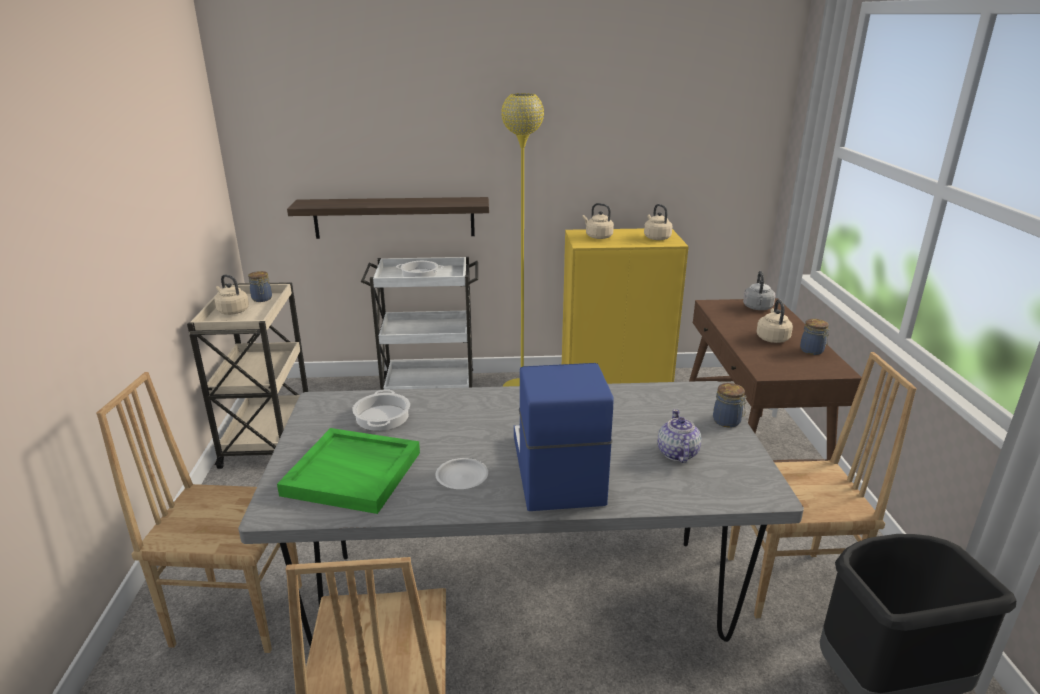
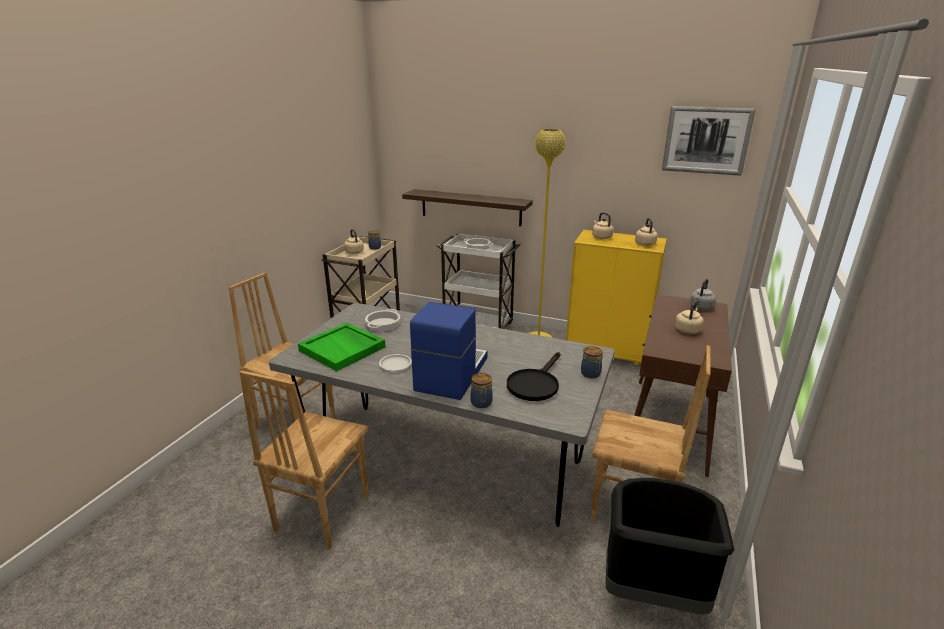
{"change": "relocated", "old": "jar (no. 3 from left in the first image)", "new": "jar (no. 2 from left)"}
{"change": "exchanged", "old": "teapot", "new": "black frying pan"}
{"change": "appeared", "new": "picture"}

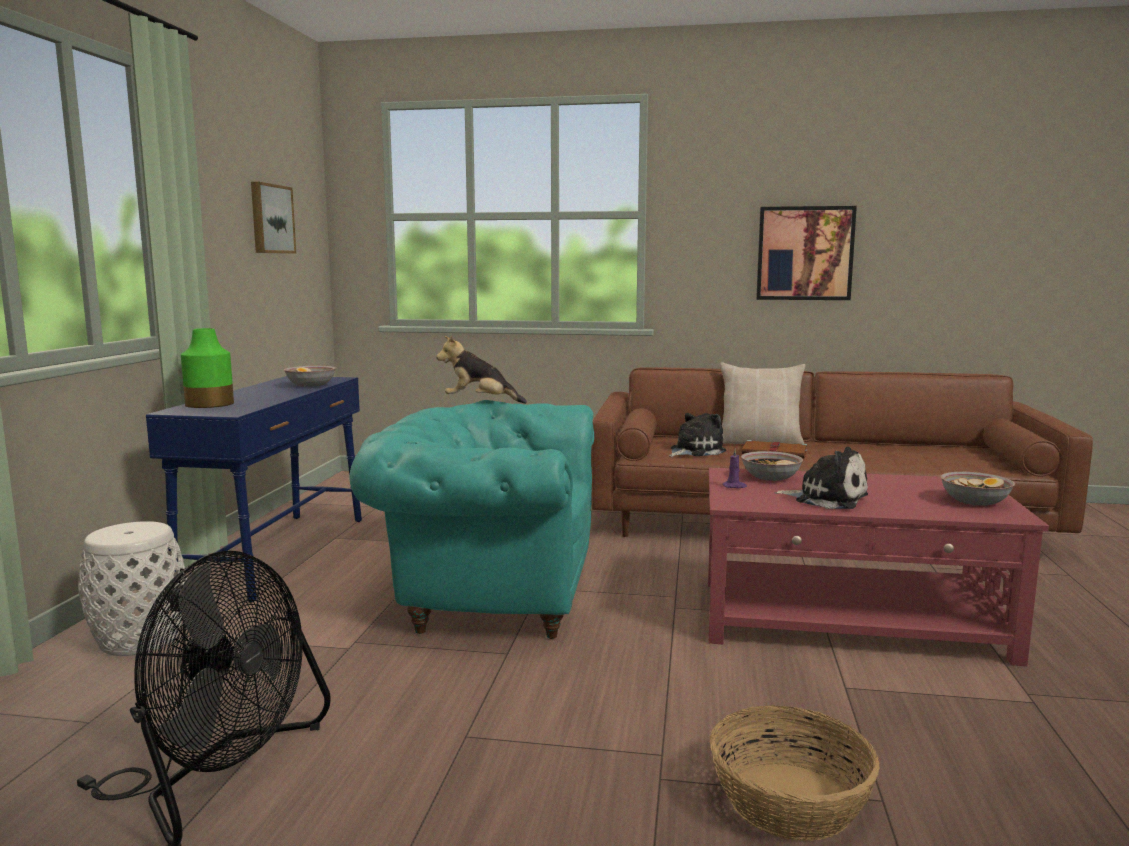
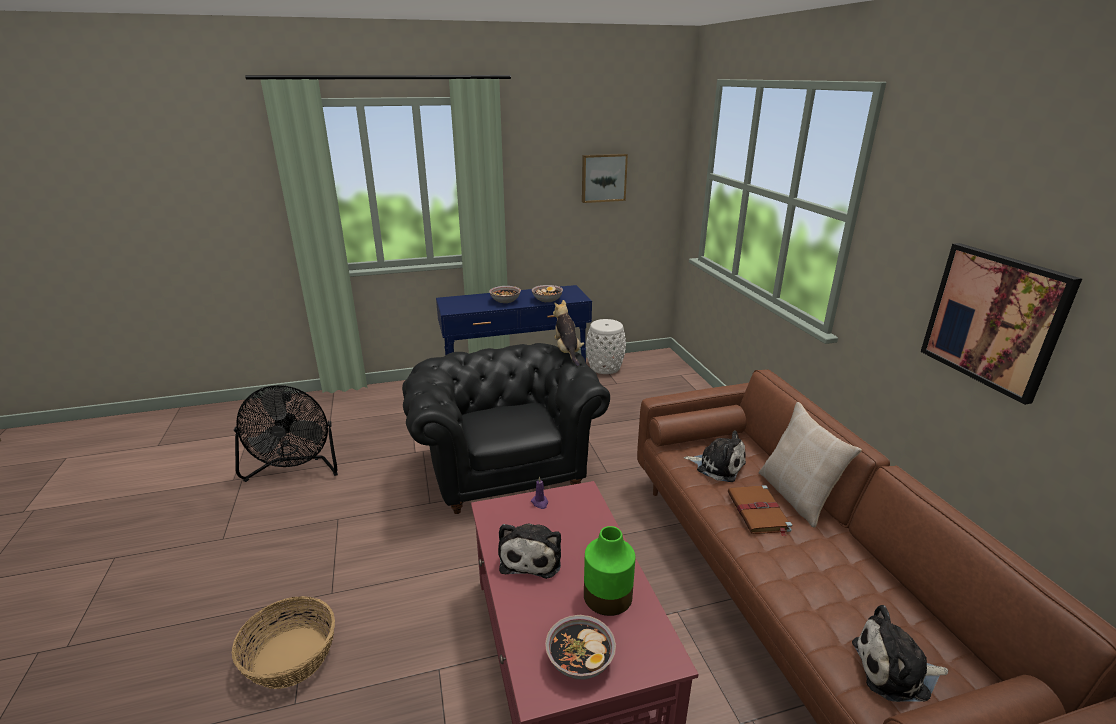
{"change": "relocated", "old": "green vase"}
{"change": "colour", "old": "turquoise armchair", "new": "black armchair"}
{"change": "relocated", "old": "bowl (no. 2 from left in the first image)", "new": "bowl (no. 1 from left)"}
{"change": "relocated", "old": "white stool"}
{"change": "appeared", "new": "plush toy (no. 4 from left)"}

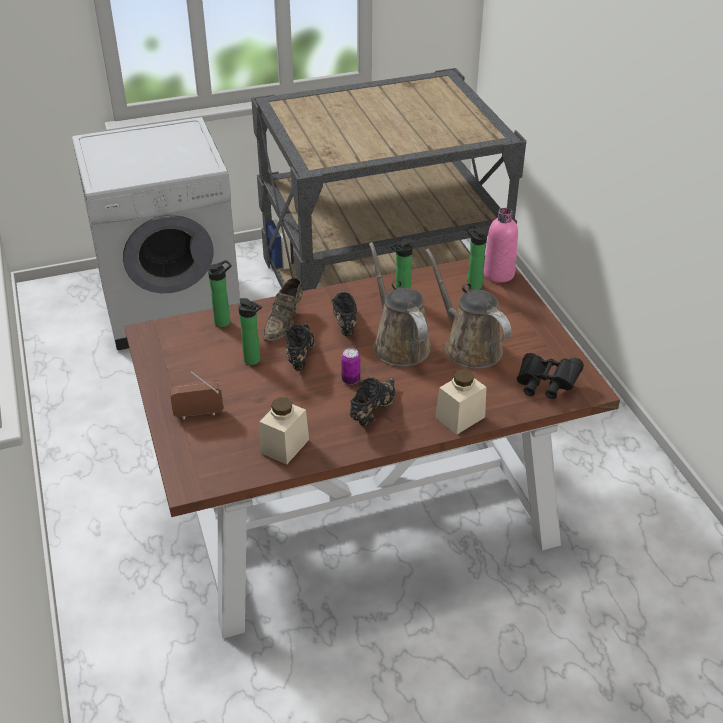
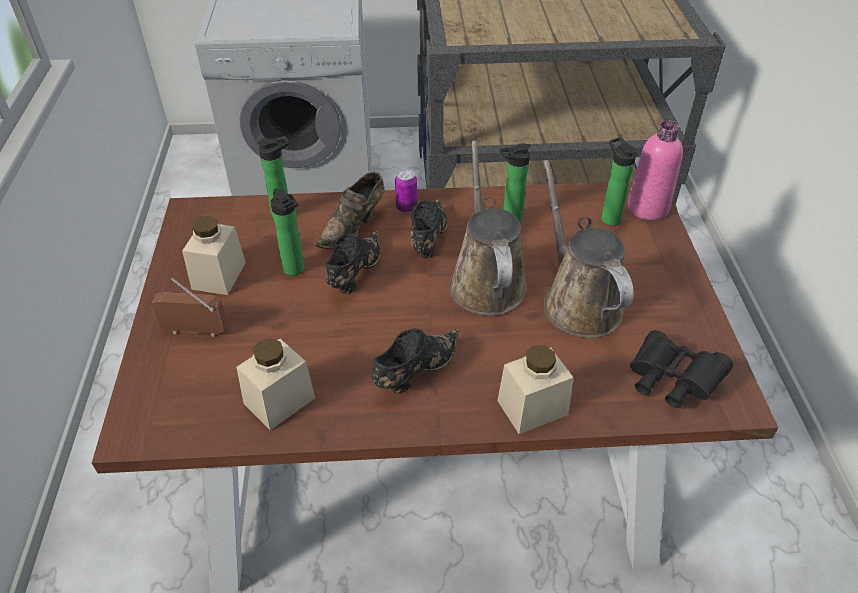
{"change": "relocated", "old": "can"}
{"change": "appeared", "new": "beige jar (no. 1 from left)"}

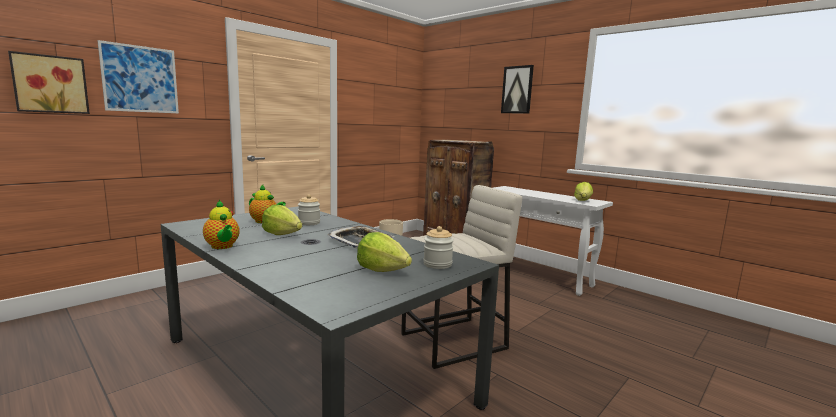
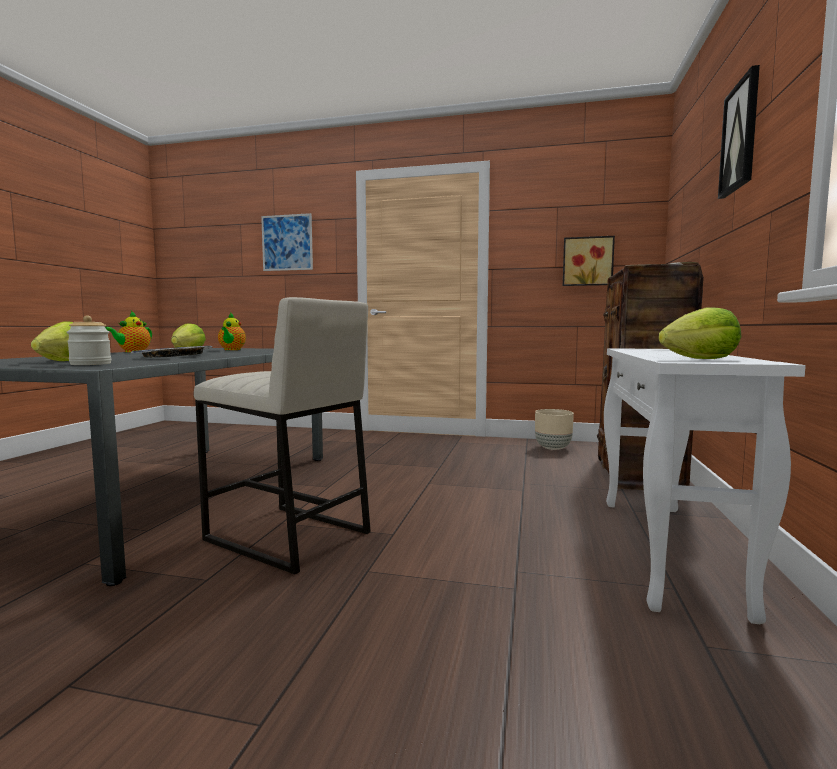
{"change": "relocated", "old": "picture (no. 1 from left in the first image)", "new": "picture (no. 2 from left)"}
{"change": "missing", "old": "jar (no. 1 from left)"}

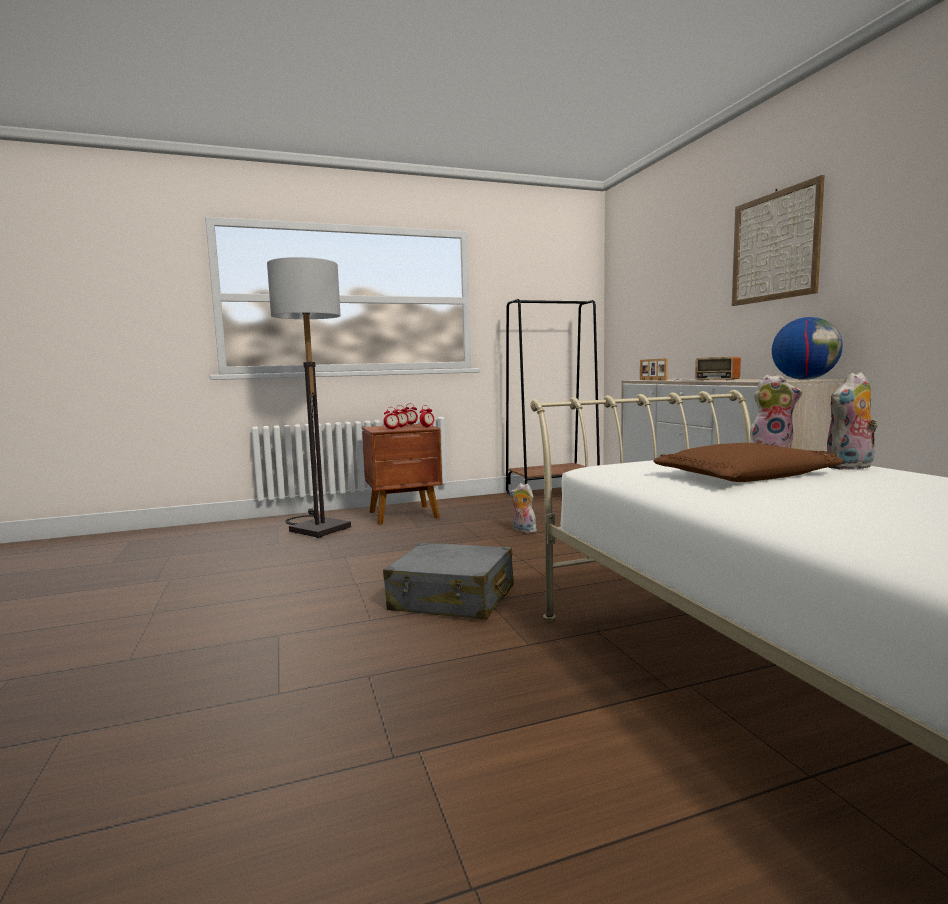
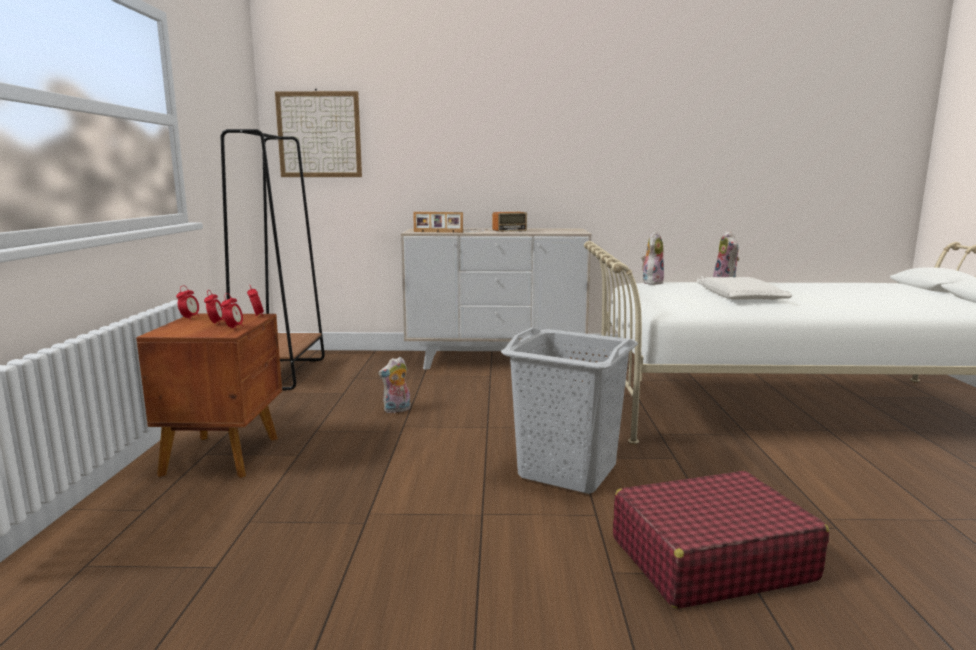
{"change": "relocated", "old": "picture"}
{"change": "missing", "old": "floor lamp"}
{"change": "missing", "old": "globe"}
{"change": "colour", "old": "brown pillow", "new": "white pillow"}
{"change": "exchanged", "old": "grey suitcase", "new": "grey laundry basket"}
{"change": "appeared", "new": "red suitcase"}

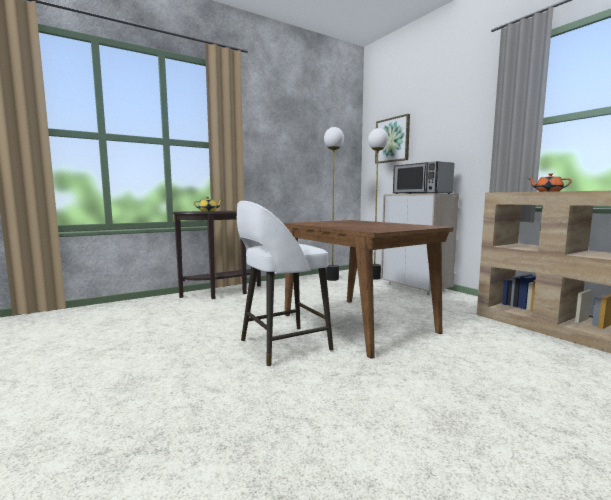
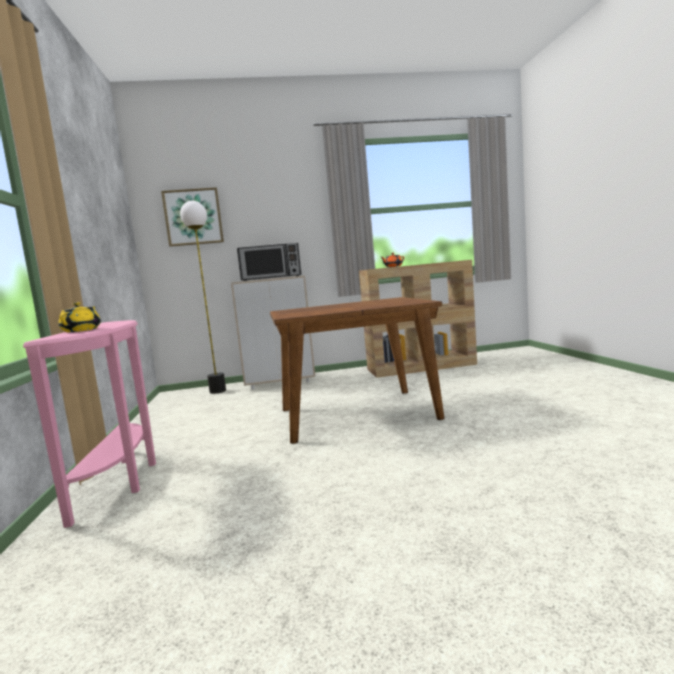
{"change": "missing", "old": "floor lamp (no. 1 from left)"}
{"change": "missing", "old": "white stool"}
{"change": "colour", "old": "brown console table", "new": "pink console table"}

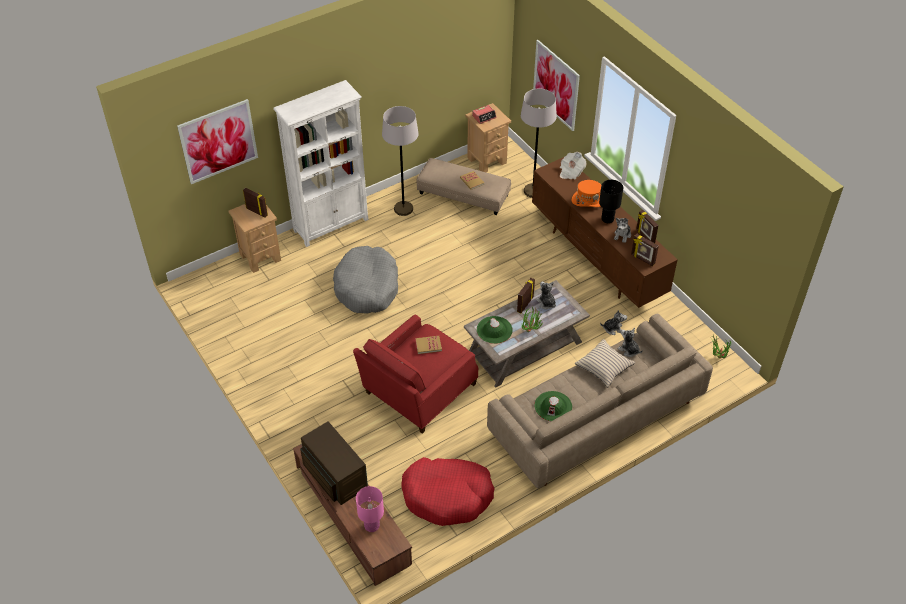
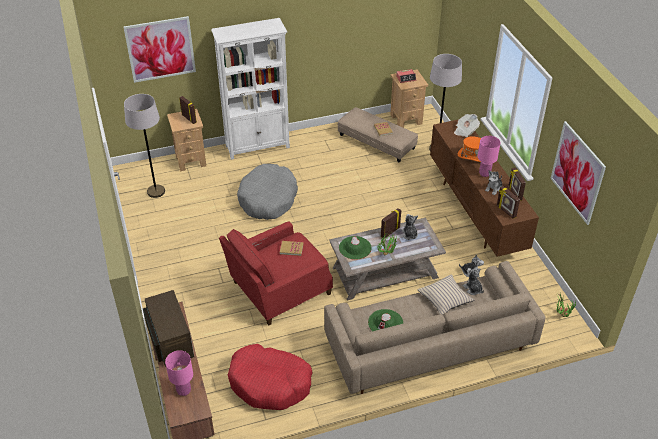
{"change": "relocated", "old": "picture (no. 2 from left)"}
{"change": "relocated", "old": "grey floor lamp (no. 1 from left)"}
{"change": "colour", "old": "black table lamp", "new": "pink table lamp (no. 2 from left)"}

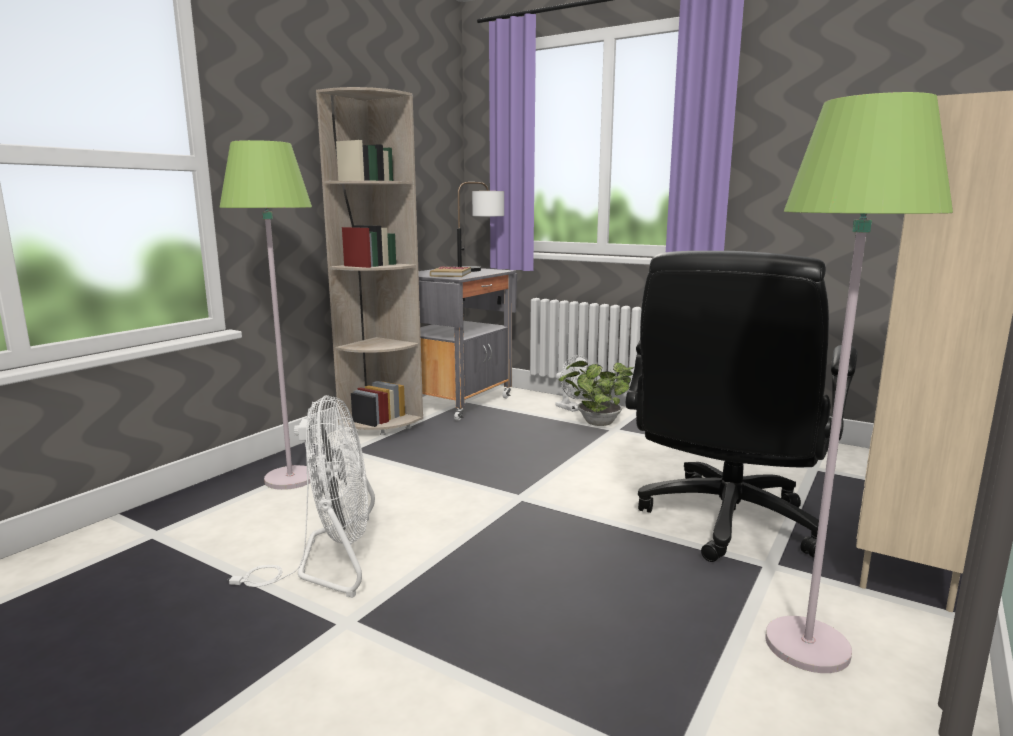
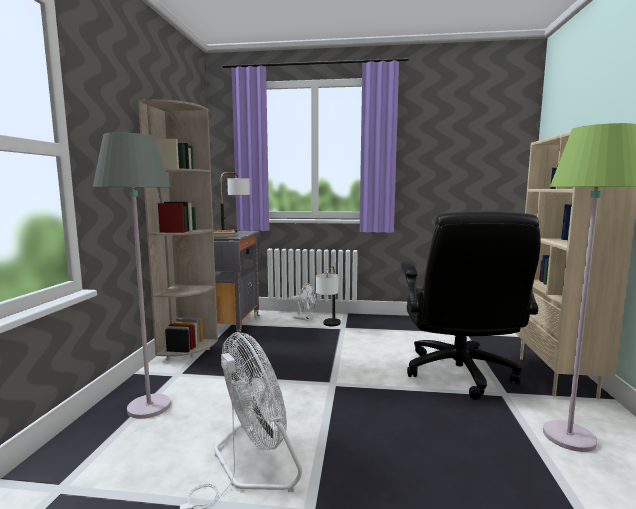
{"change": "colour", "old": "green floor lamp (no. 1 from left)", "new": "grey floor lamp"}
{"change": "exchanged", "old": "potted plant", "new": "table lamp (no. 2 from left)"}

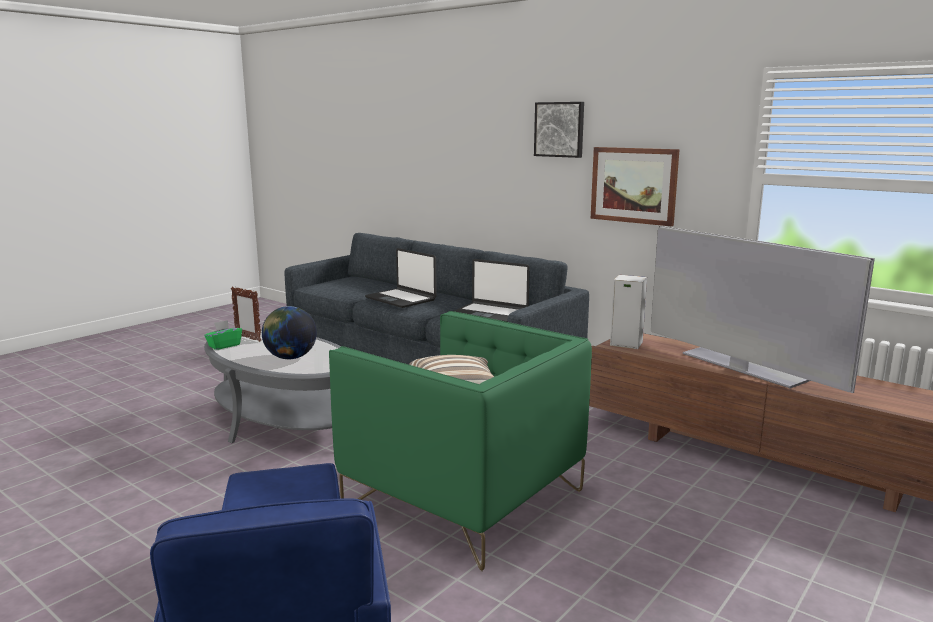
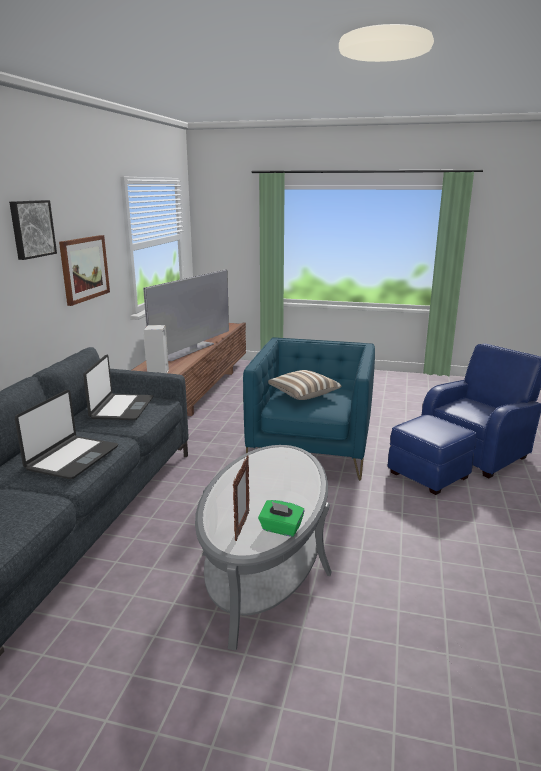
{"change": "missing", "old": "globe"}
{"change": "colour", "old": "green armchair", "new": "blue armchair (no. 1 from left)"}

